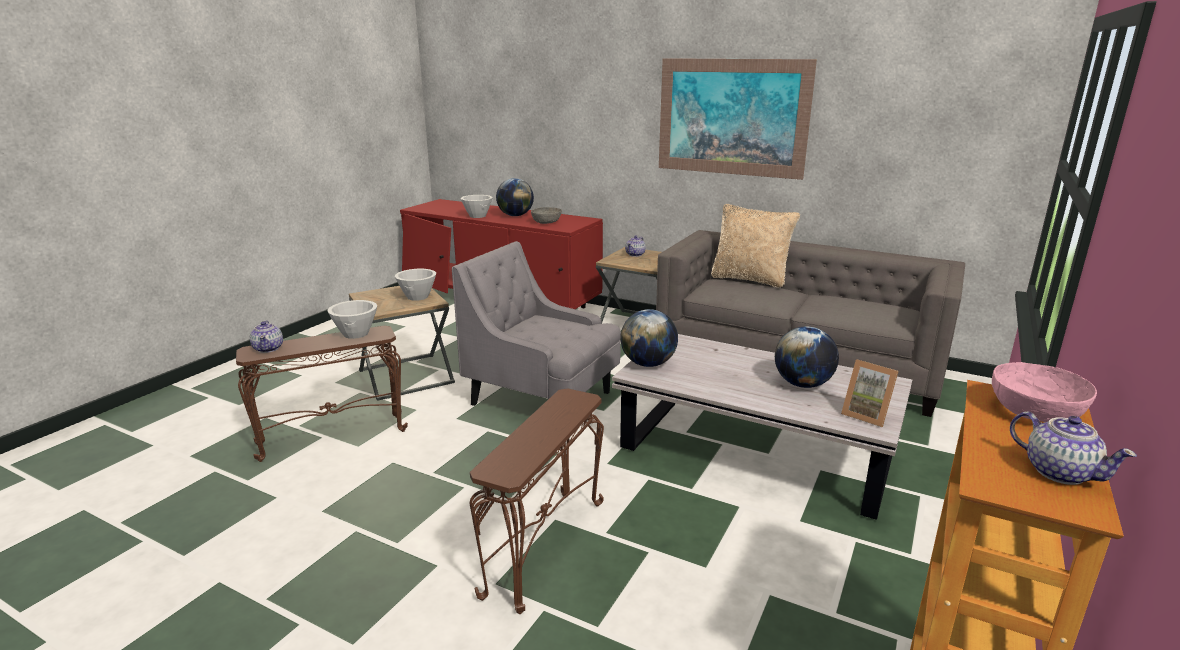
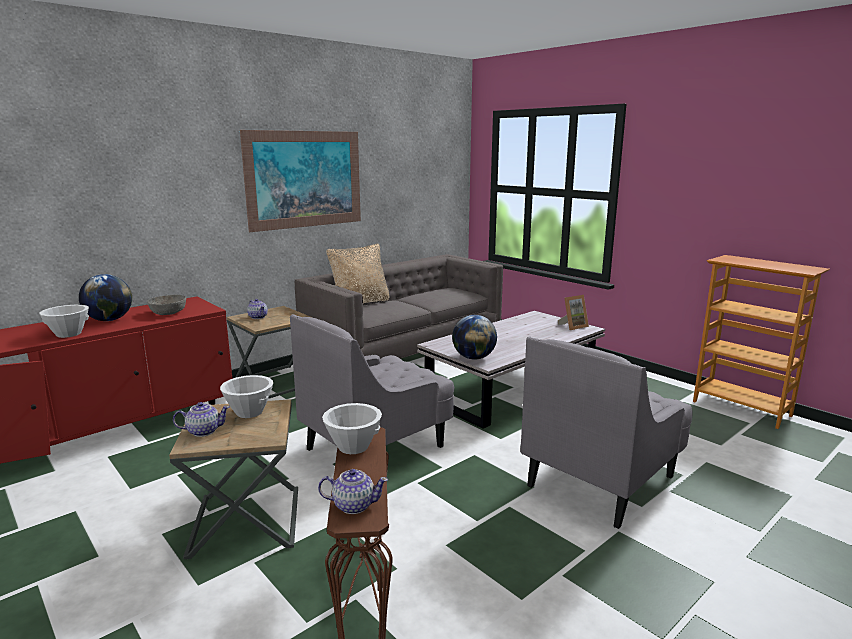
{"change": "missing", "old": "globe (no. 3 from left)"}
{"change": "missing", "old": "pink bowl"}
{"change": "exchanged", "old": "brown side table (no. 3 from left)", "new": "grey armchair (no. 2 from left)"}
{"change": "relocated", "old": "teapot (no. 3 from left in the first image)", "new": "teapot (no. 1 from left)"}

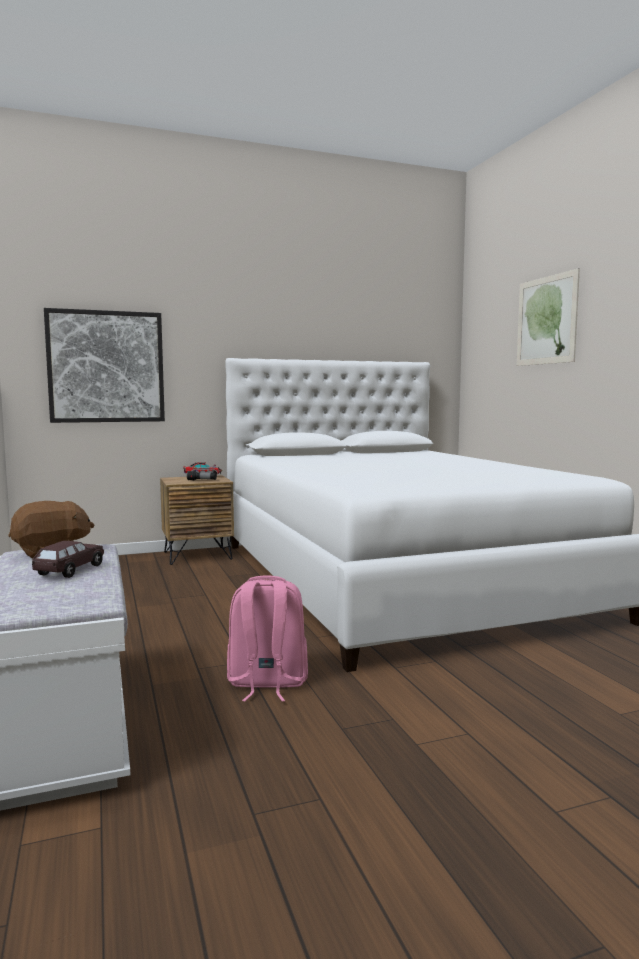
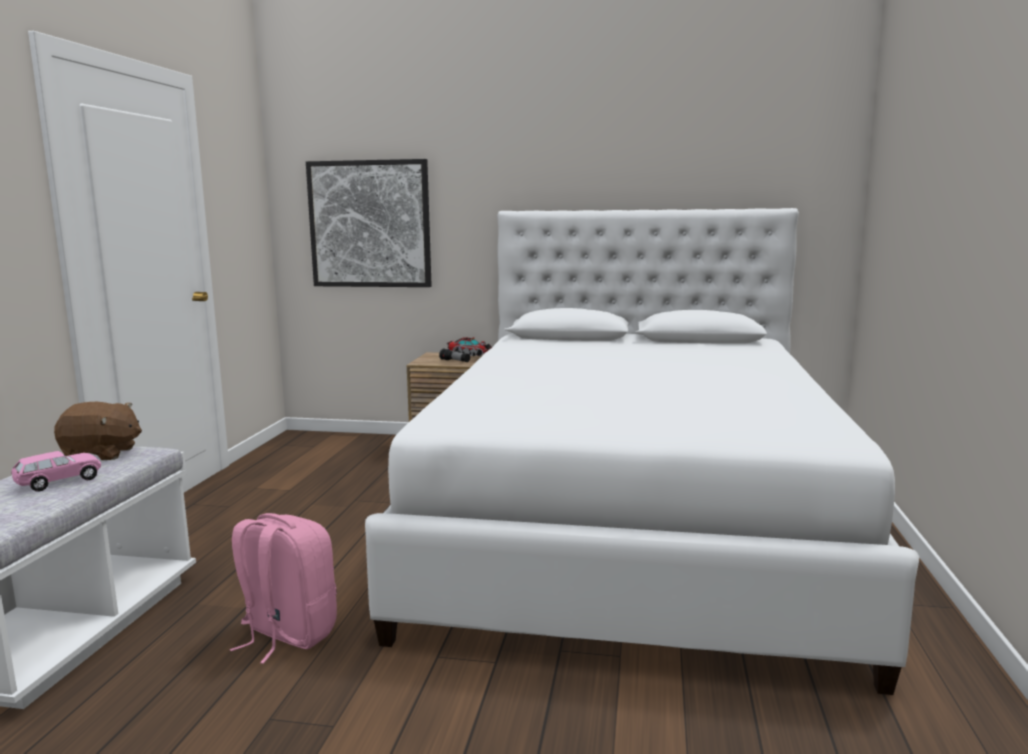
{"change": "missing", "old": "picture (no. 2 from left)"}
{"change": "colour", "old": "brown toy car", "new": "pink toy car"}

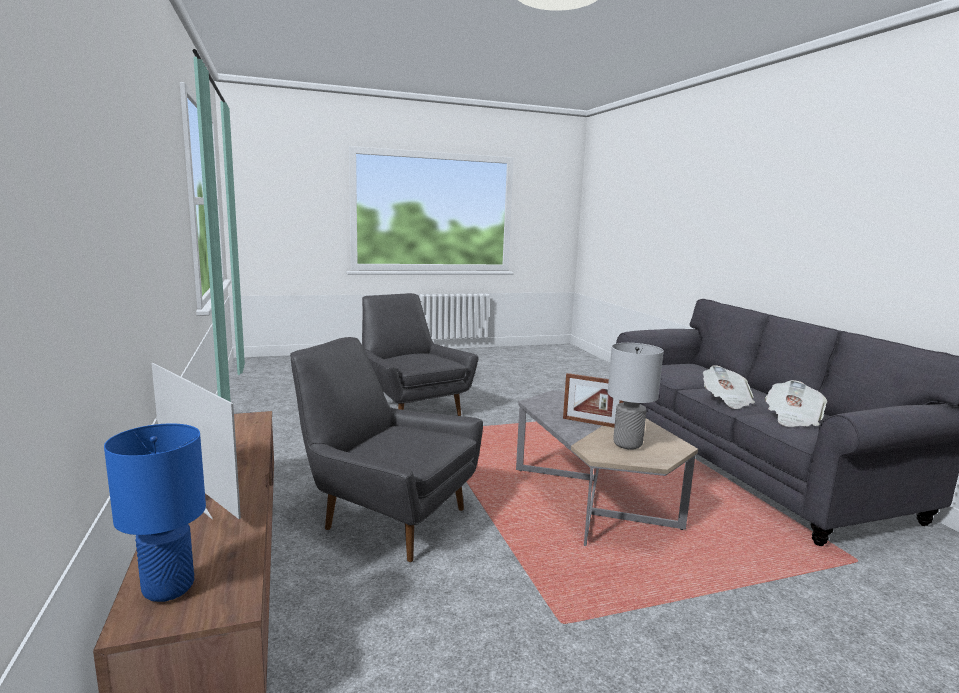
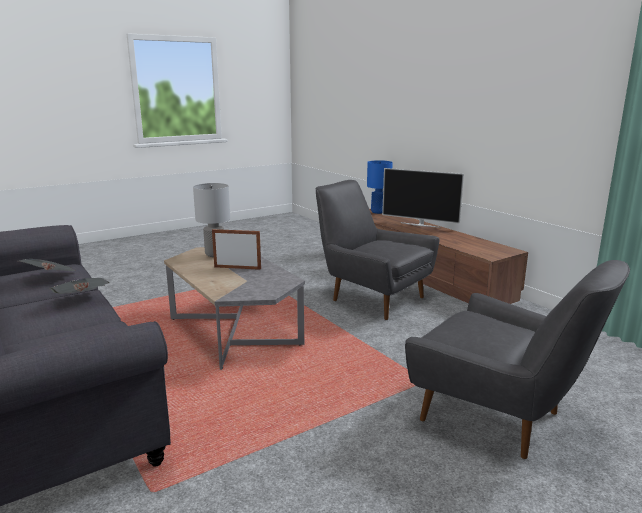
{"change": "spun", "old": "grey armchair (no. 1 from left)", "degrees": -150}

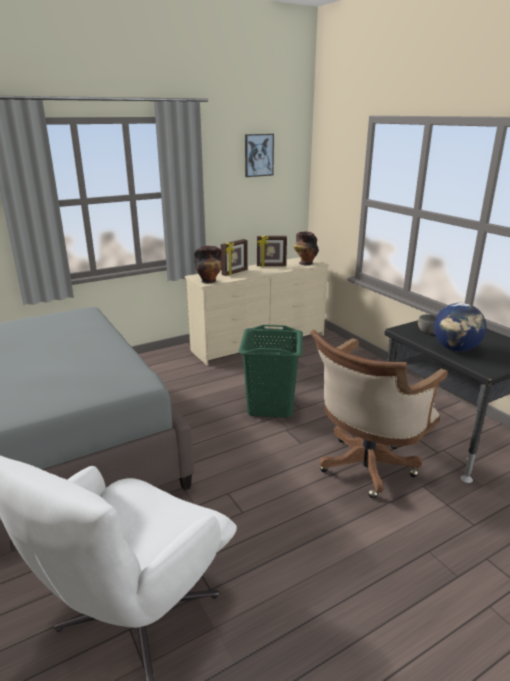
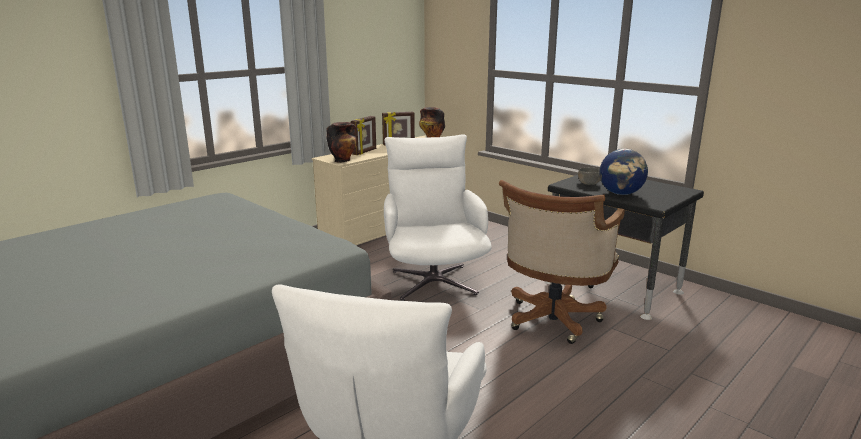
{"change": "missing", "old": "picture"}
{"change": "exchanged", "old": "green laundry basket", "new": "white armchair (no. 2 from left)"}

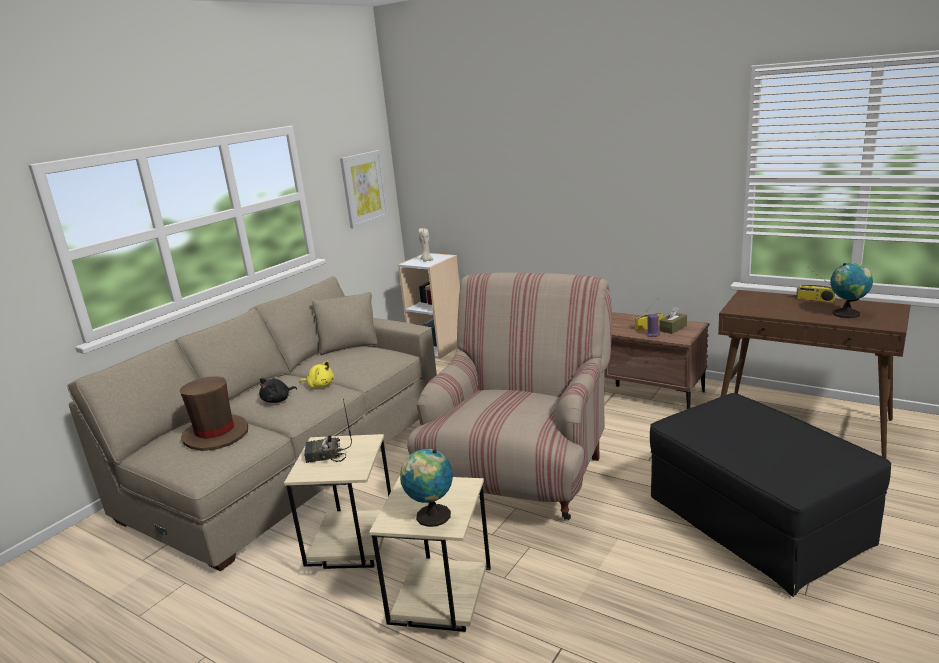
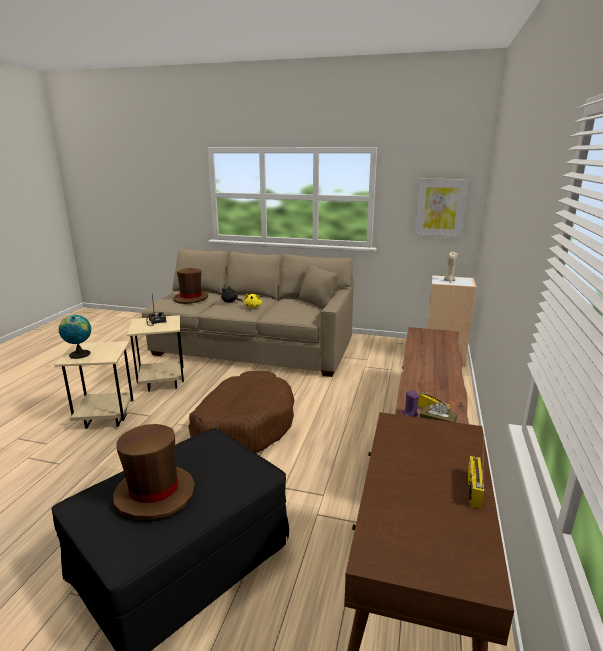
{"change": "missing", "old": "globe (no. 2 from left)"}
{"change": "exchanged", "old": "beige armchair", "new": "brown dog bed"}
{"change": "appeared", "new": "brown hat (no. 1 from left)"}

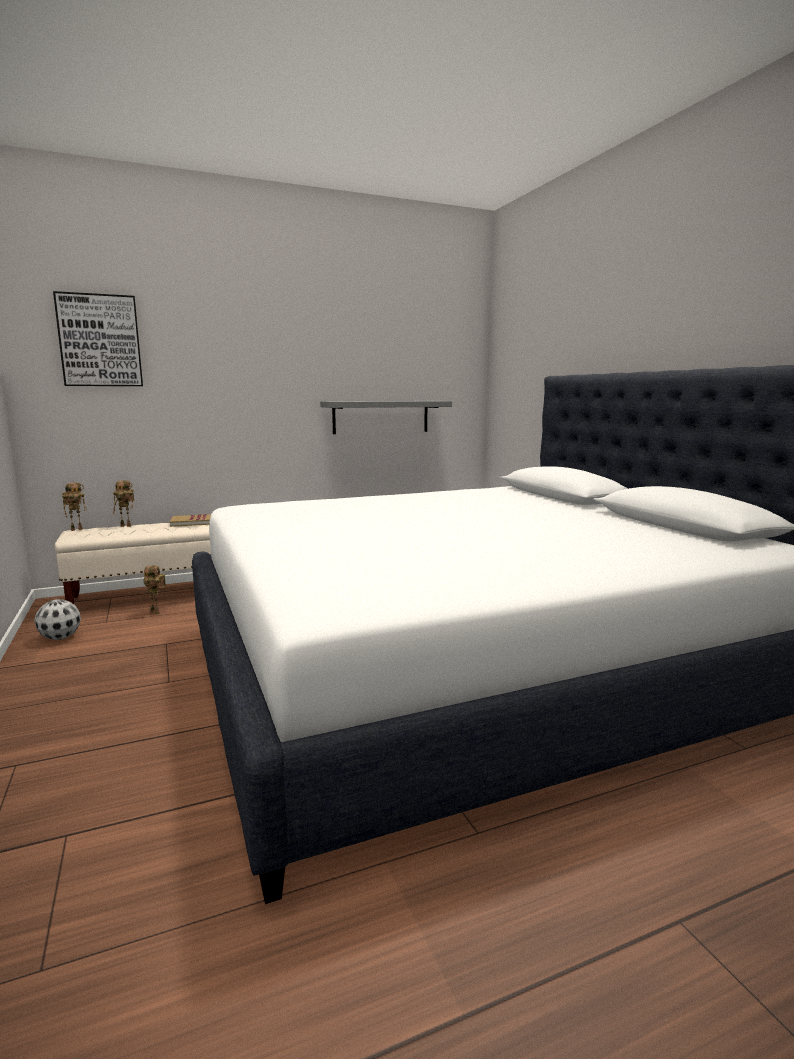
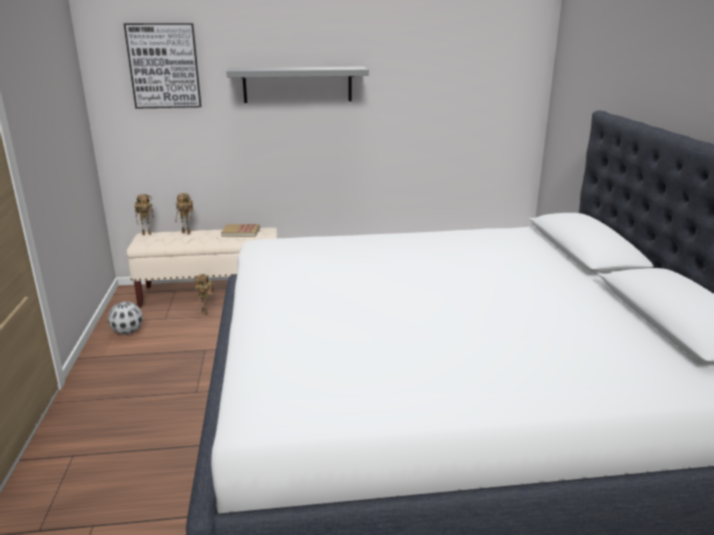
{"change": "relocated", "old": "grey shelf"}

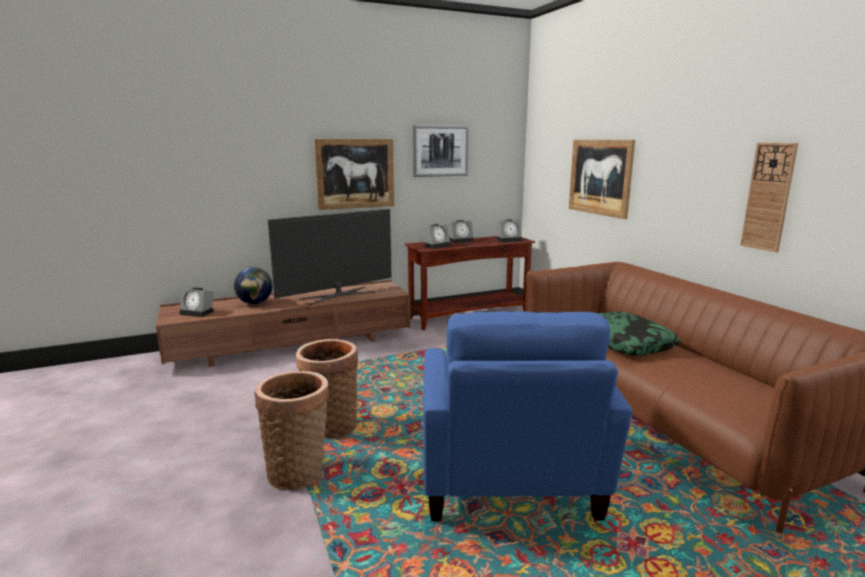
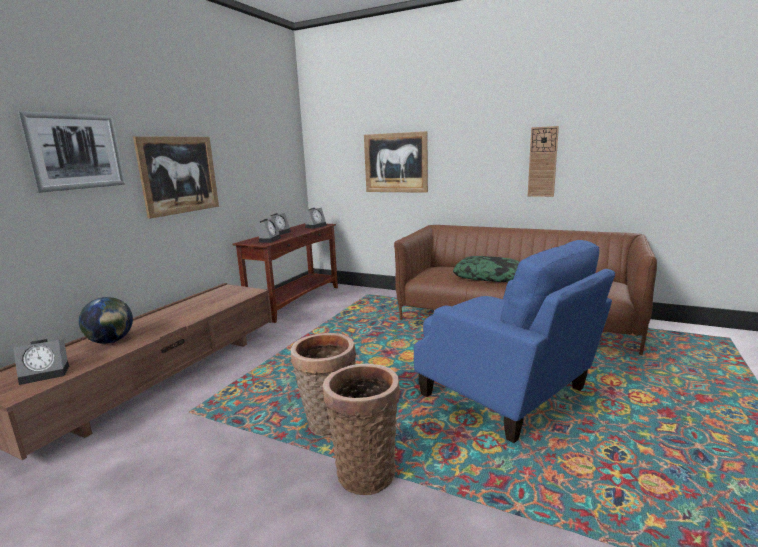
{"change": "relocated", "old": "picture (no. 2 from left in the first image)", "new": "picture (no. 1 from left)"}
{"change": "missing", "old": "television"}

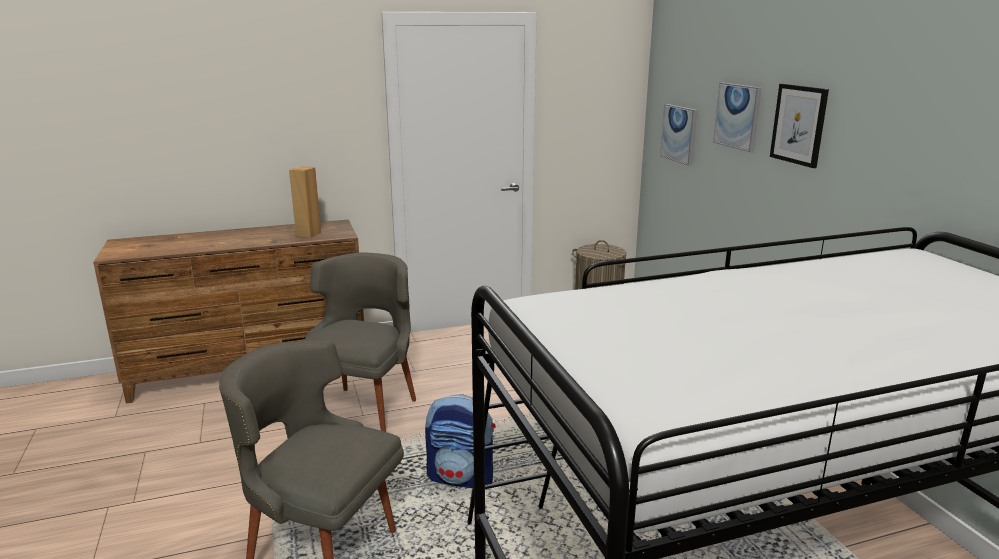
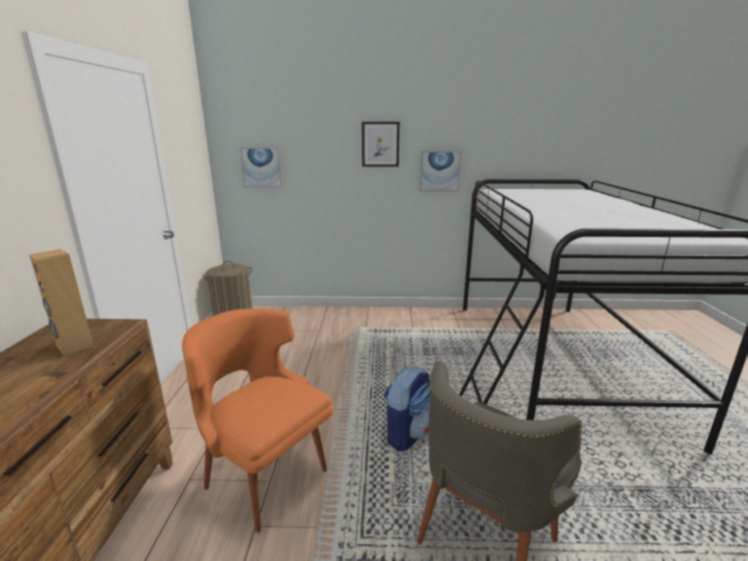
{"change": "relocated", "old": "picture (no. 2 from left in the first image)", "new": "picture (no. 3 from left)"}
{"change": "colour", "old": "grey chair (no. 2 from left)", "new": "orange chair"}

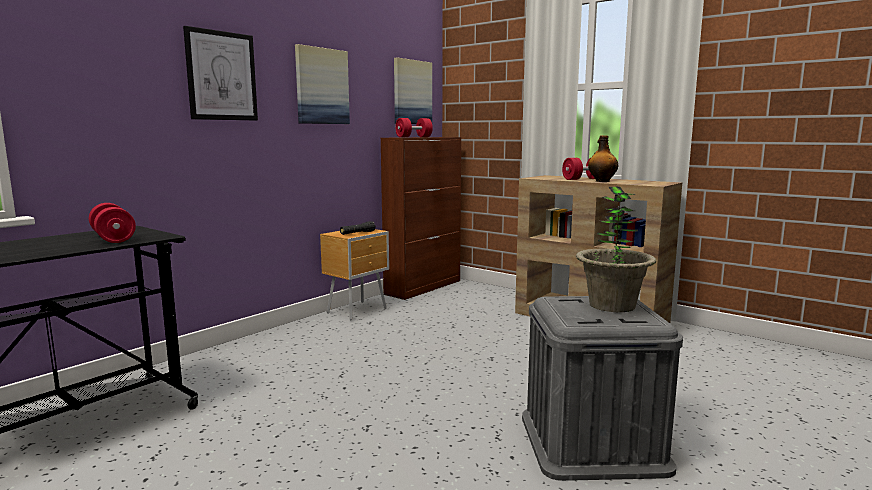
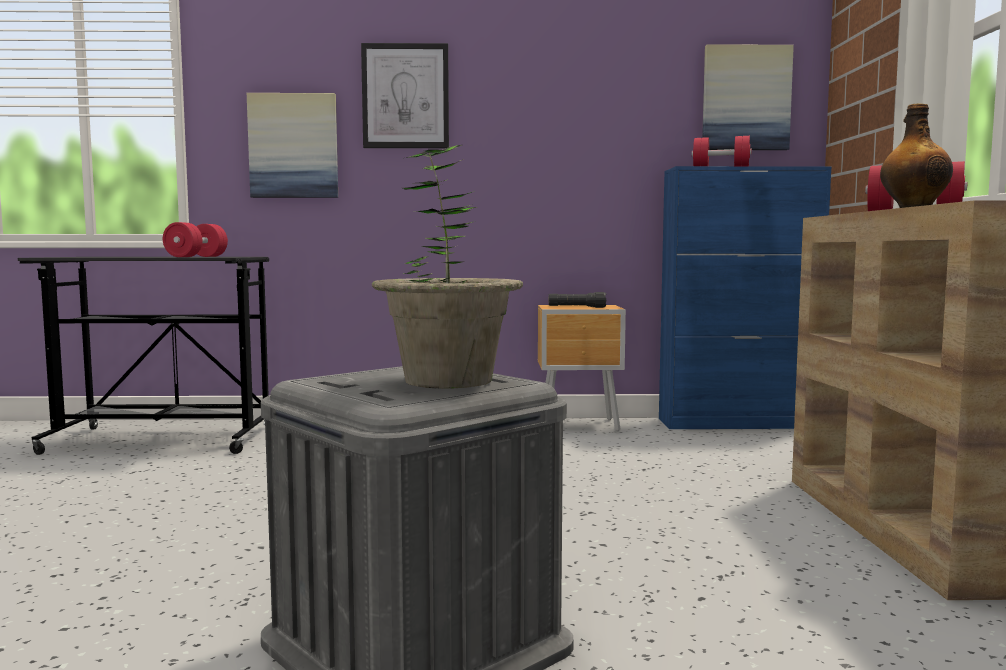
{"change": "relocated", "old": "picture (no. 2 from left in the first image)", "new": "picture (no. 1 from left)"}
{"change": "colour", "old": "brown cabinet", "new": "blue cabinet"}

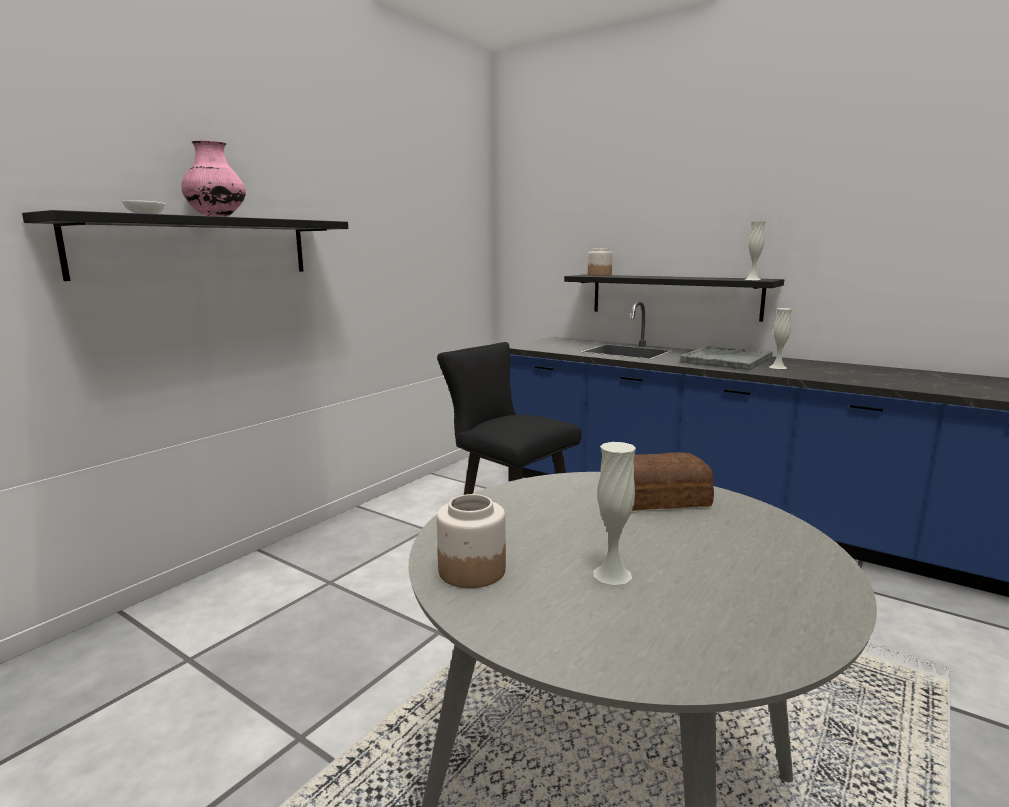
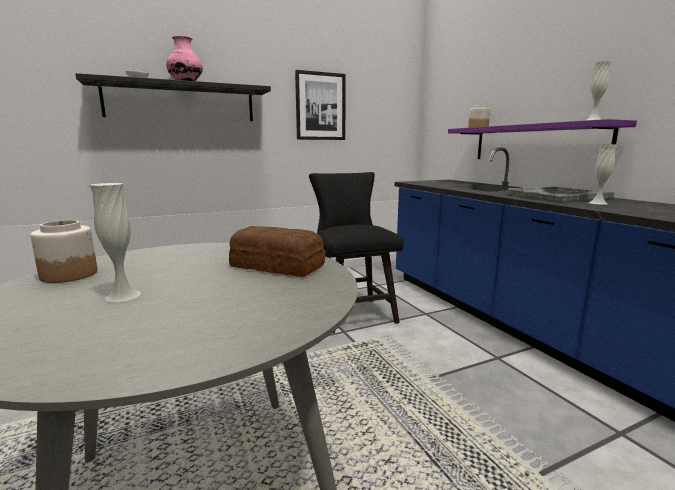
{"change": "colour", "old": "black shelf (no. 2 from left)", "new": "purple shelf"}
{"change": "appeared", "new": "picture"}

